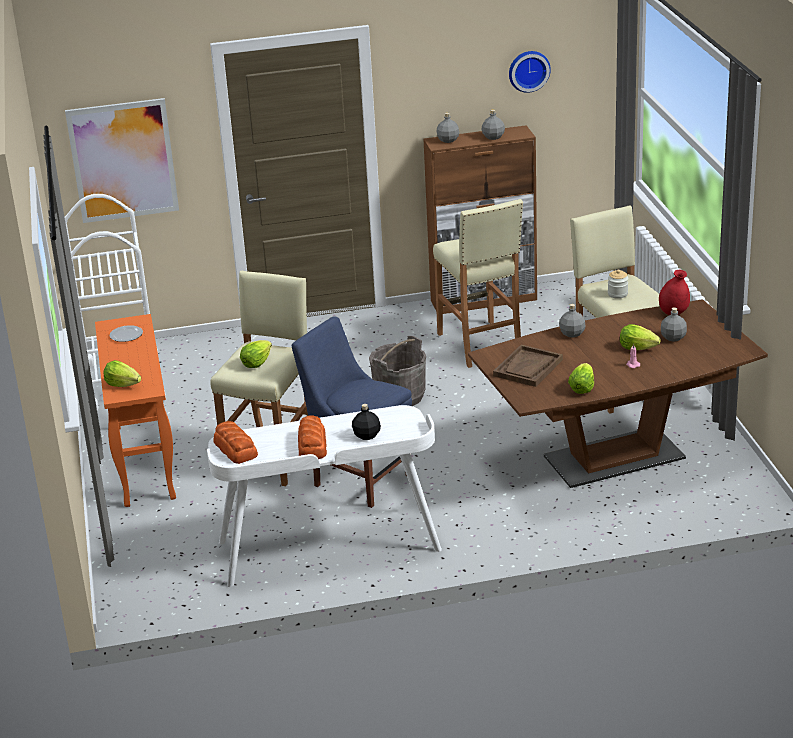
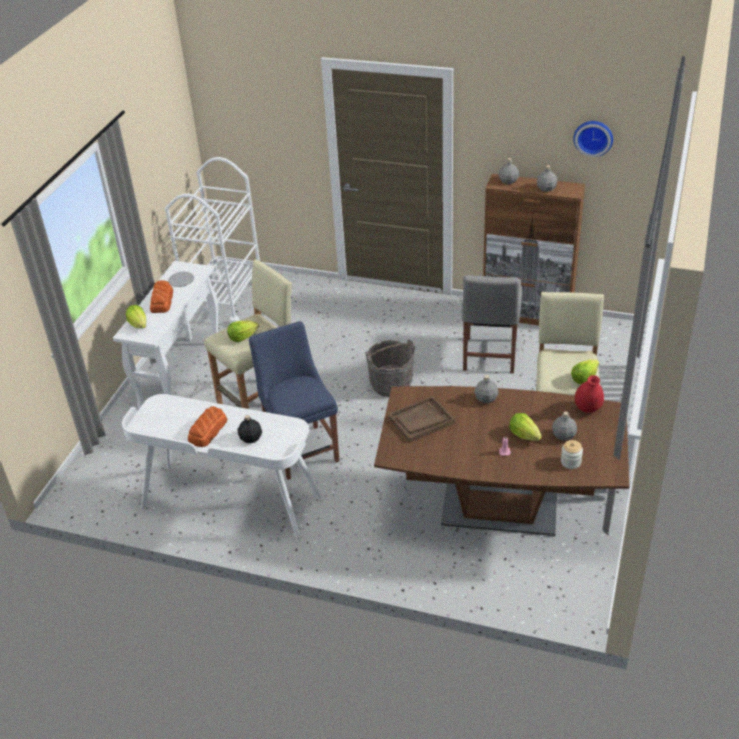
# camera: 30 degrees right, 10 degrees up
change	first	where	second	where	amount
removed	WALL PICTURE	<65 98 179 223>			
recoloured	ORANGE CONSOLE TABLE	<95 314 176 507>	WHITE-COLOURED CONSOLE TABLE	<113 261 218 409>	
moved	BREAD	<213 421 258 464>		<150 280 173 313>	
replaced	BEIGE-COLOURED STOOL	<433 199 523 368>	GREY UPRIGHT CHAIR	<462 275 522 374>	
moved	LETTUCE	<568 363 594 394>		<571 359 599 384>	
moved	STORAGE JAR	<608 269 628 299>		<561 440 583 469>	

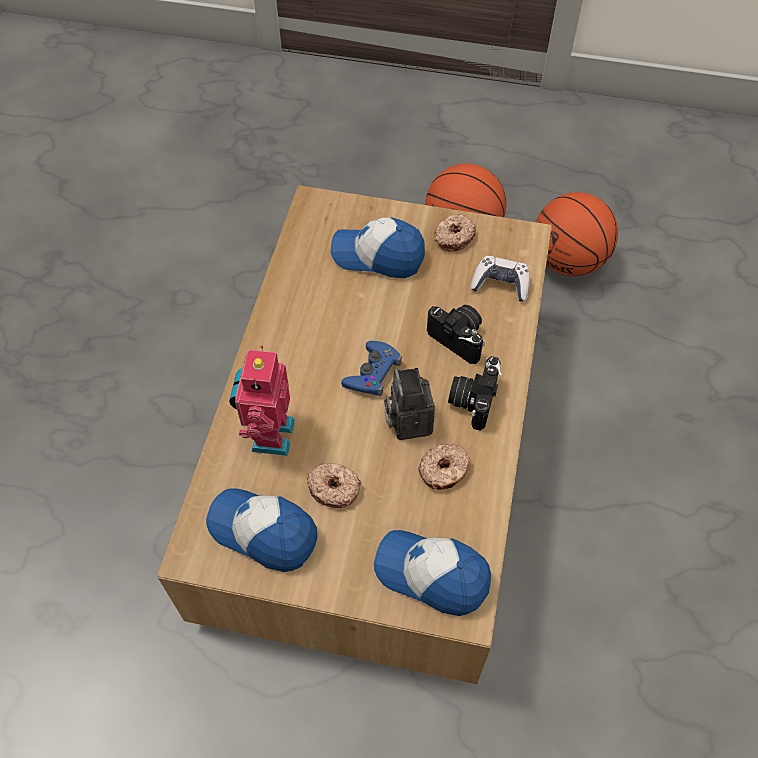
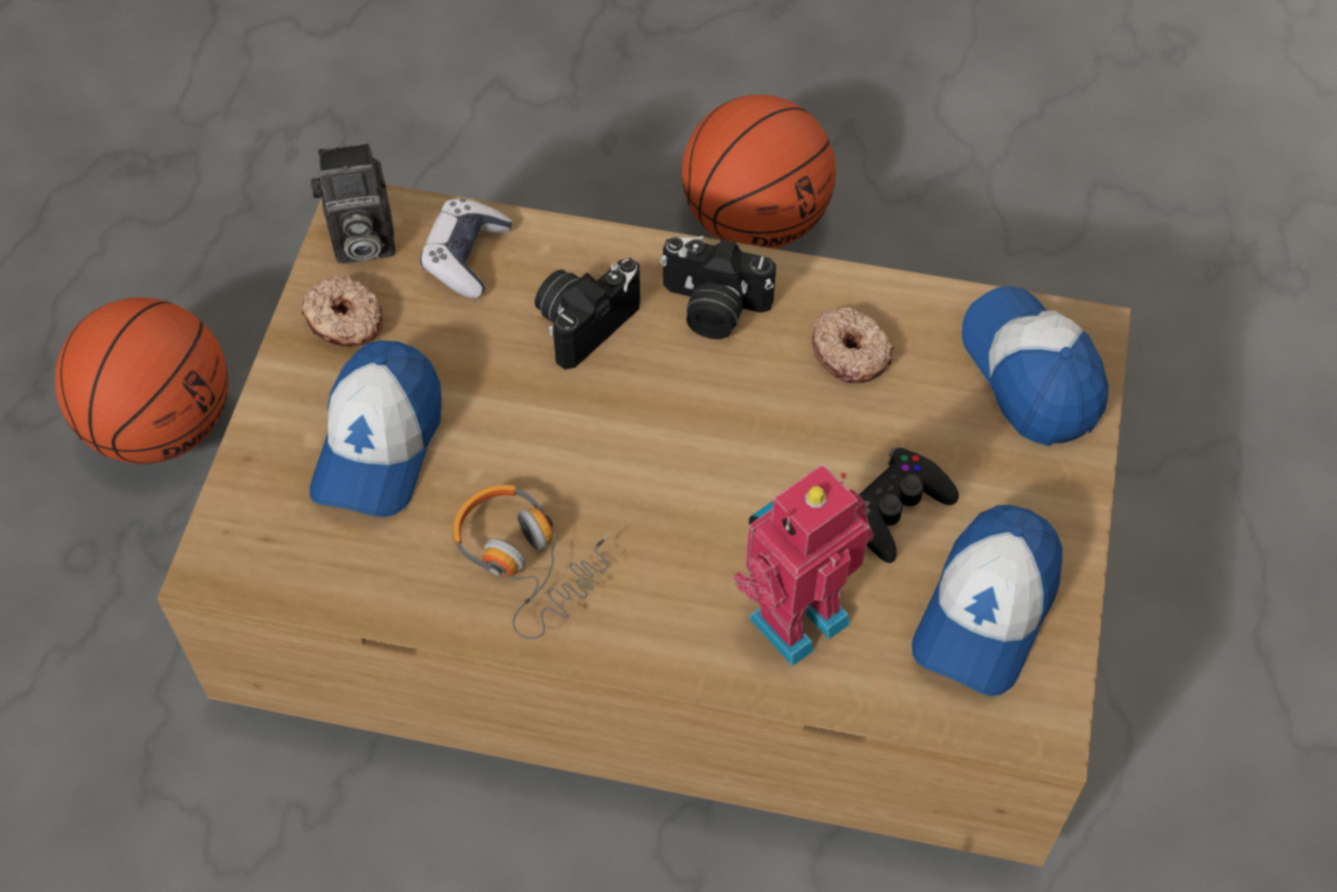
# camera: 90 degrees left, 0 degrees up
change	first	where	second	where	amount
turned	ROBOT FIGURE	<229 345 295 456>		<733 464 874 666>	135 degrees clockwise
replaced	DOUGHNUT	<307 464 361 508>	BLACK-COLOURED JOYPAD	<859 447 959 563>	
removed	BLUE-COLOURED JOYPAD	<341 341 402 396>			
turned	CAP	<374 530 491 616>		<962 286 1109 446>	135 degrees clockwise
moved	STILL CAMERA	<384 368 435 440>		<311 143 395 264>	
moved	BALL FOR BASKETBALL	<536 192 618 276>		<682 95 836 249>	
added			HEADPHONES	<453 485 609 639>	

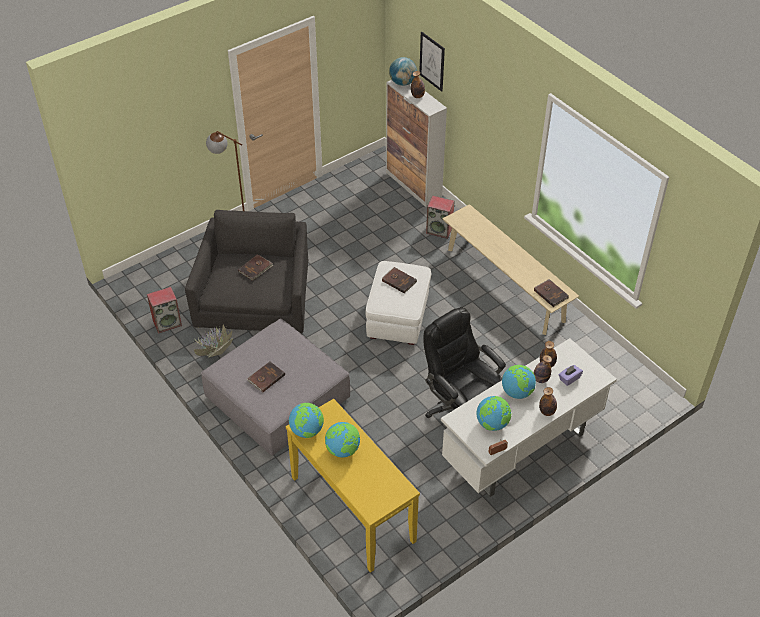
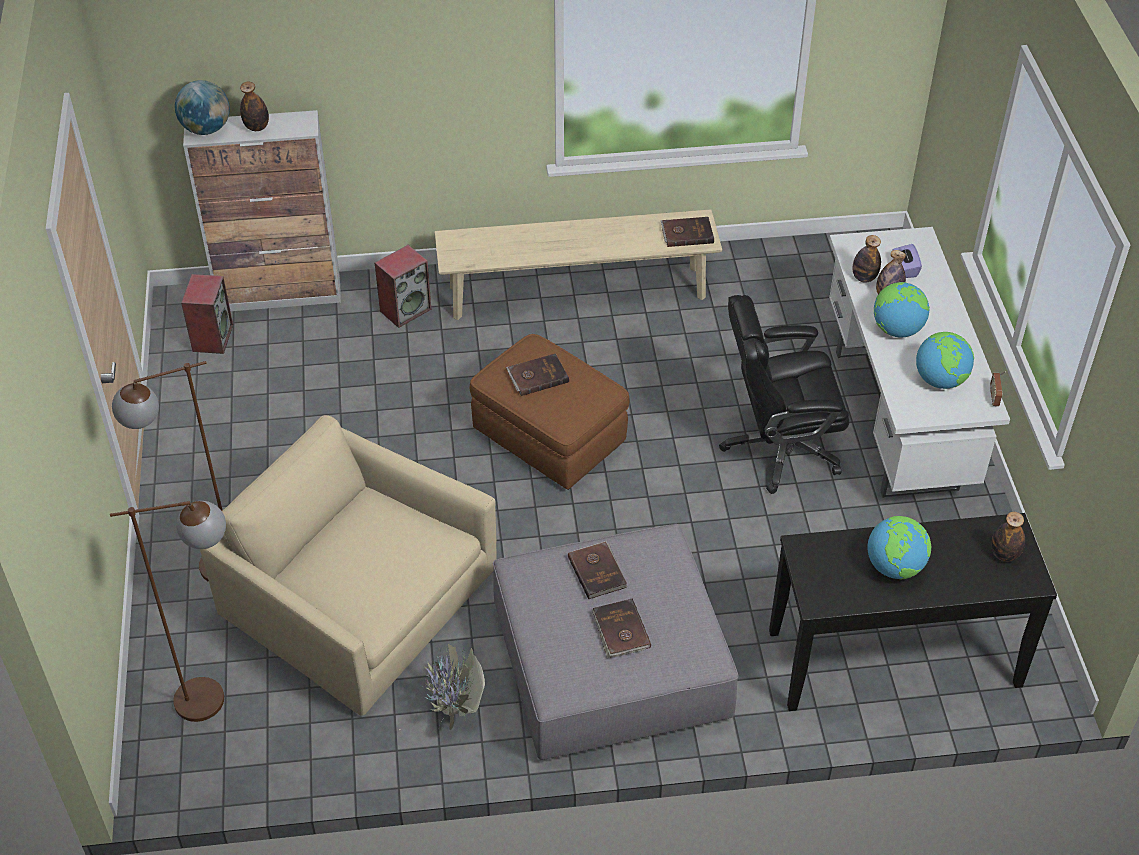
# camera: 60 degrees left, 0 degrees up
change	first	where	second	where	amount
moved	AUDIO SPEAKER	<147 287 182 334>		<181 274 233 354>	
recoloured	BLACK-COLOURED LOUNGE CHAIR	<185 210 308 333>	BEIGE-COLOURED LOUNGE CHAIR	<200 415 497 716>	
moved	BROWN BOOK	<238 254 274 281>		<568 541 627 599>	
recoloured	YELLOW CONSOLE TABLE	<286 399 420 573>	BLACK-COLOURED CONSOLE TABLE	<769 513 1057 711>	
removed	WORLD GLOBE	<289 403 324 438>			
recoloured	WHITE-COLOURED OTTOMAN	<365 261 431 345>	BROWN OTTOMAN	<470 334 630 490>	
removed	WALL PICTURE	<419 32 445 92>			
moved	BEVERAGE BOTTLE	<539 387 557 416>		<991 512 1025 562>	
added			BROWN STANDARD LAMP	<110 501 226 722>	

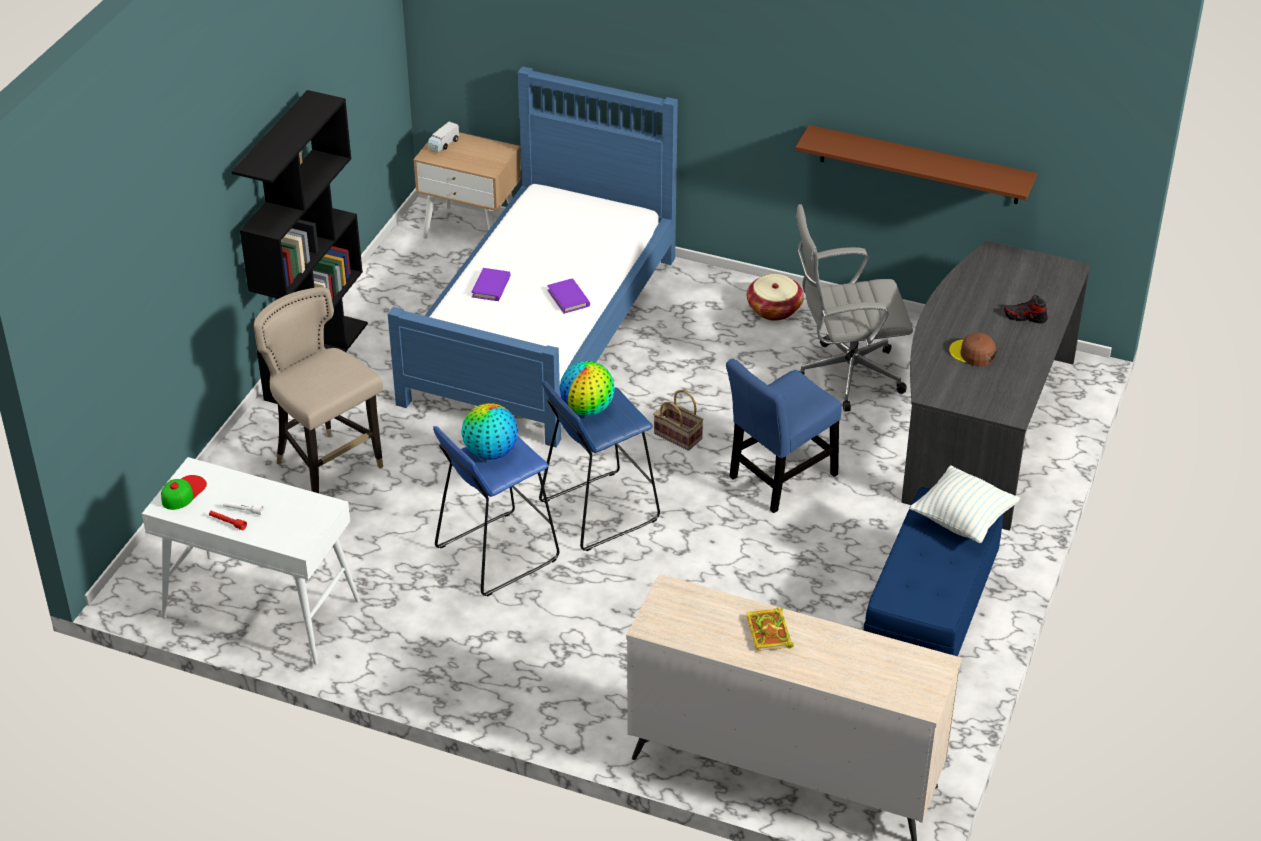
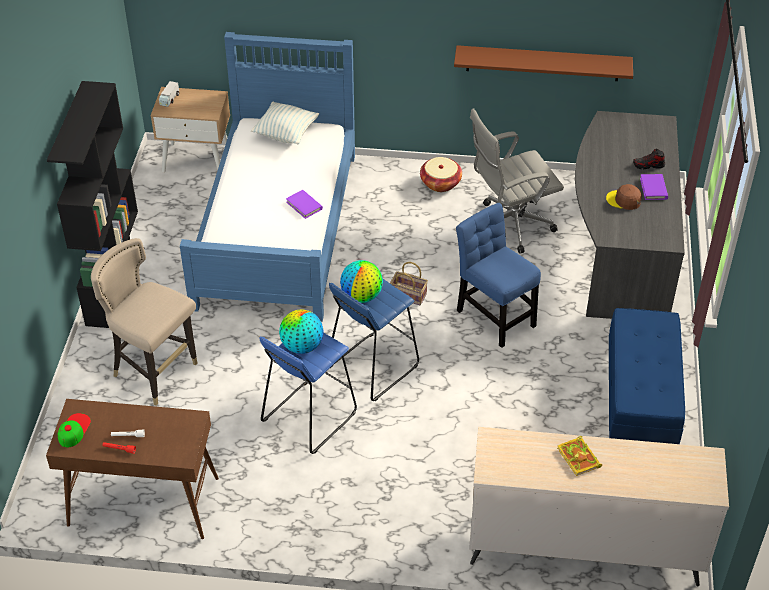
# camera: 15 degrees left, 5 degrees up
change	first	where	second	where	amount
recoloured	WHITE-COLOURED CONSOLE TABLE	<142 457 360 664>	BROWN CONSOLE TABLE	<46 399 219 539>	
moved	PURPLE-COLOURED BOOK	<471 268 511 301>		<640 174 668 200>	
turned	BLUE-COLOURED UPRIGHT CHAIR	<726 359 842 513>		<456 203 541 348>	105 degrees clockwise
moved	CUSHION	<909 465 1020 543>		<251 102 319 144>	

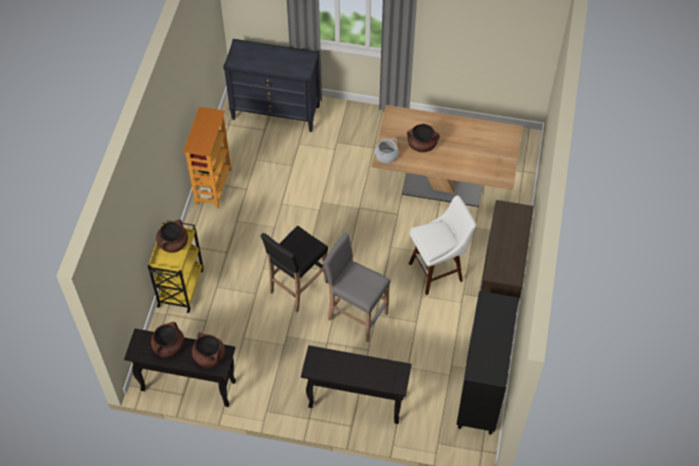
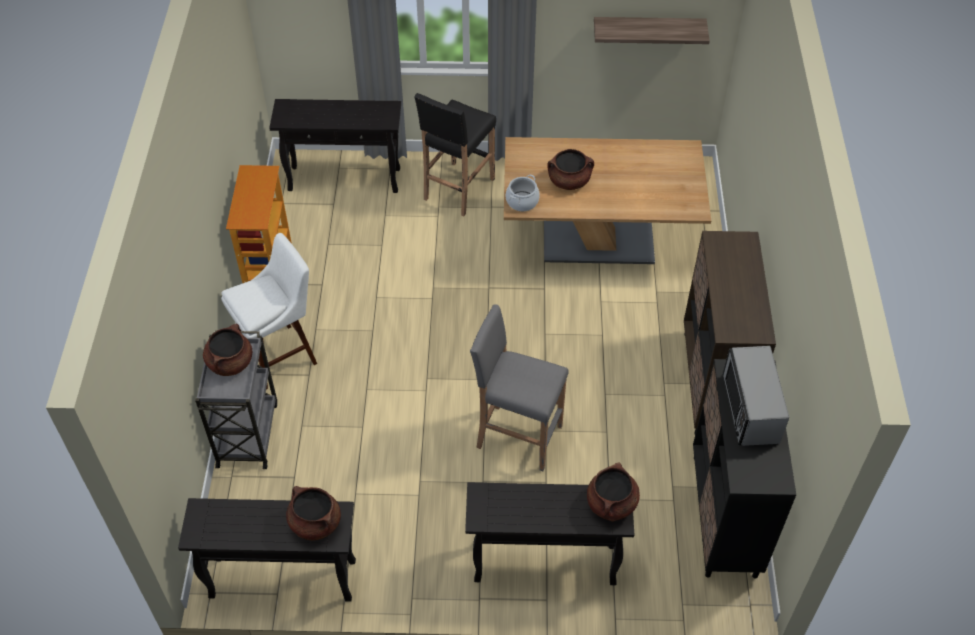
# camera: 10 degrees left, 5 degrees down
change	first	where	second	where	amount
recoloured	YELLOW TROLLEY	<148 220 203 313>	GREY TROLLEY	<195 331 277 469>	
moved	BROWN STOCKPOT	<151 322 184 358>		<587 462 640 521>	
replaced	BLACK-COLOURED DRESSER	<223 39 320 132>	BLACK-COLOURED CONSOLE TABLE	<269 99 401 193>	
moved	BLACK-COLOURED STOOL	<261 226 328 312>		<414 93 496 216>	
moved	WHITE-COLOURED STOOL	<409 195 476 295>		<221 233 317 389>	
added			SHELF	<594 17 710 44>	
added			MICROWAVE	<722 346 789 446>	

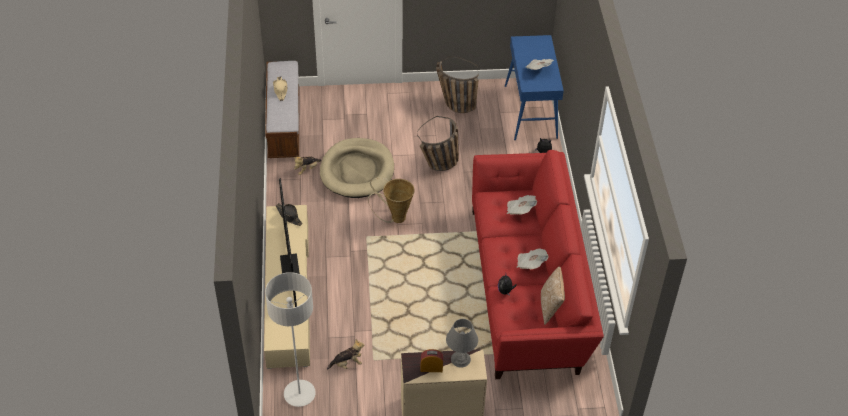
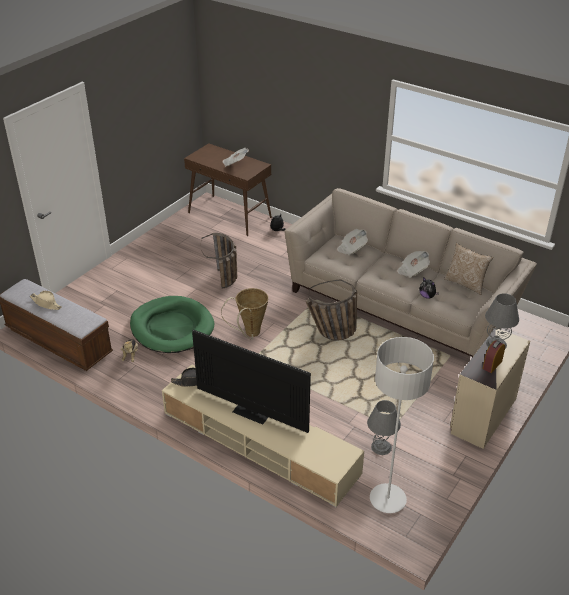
# camera: 50 degrees left, 10 degrees down
change	first	where	second	where	amount
recoloured	BEIGE-COLOURED PET BED	<320 138 394 198>	GREENISH PET BED	<130 296 214 353>	
replaced	CUDDLY TOY	<327 339 365 370>	GREY TABLETOP LAMP	<367 400 401 455>	
moved	BASKET	<436 57 479 113>		<306 279 357 341>	
recoloured	REDDISH SOFA	<472 150 604 379>	BEIGE-COLOURED SOFA	<285 188 537 357>	
recoloured	BLUE-COLOURED CONSOLE TABLE	<505 35 564 140>	BROWN CONSOLE TABLE	<184 143 272 236>	

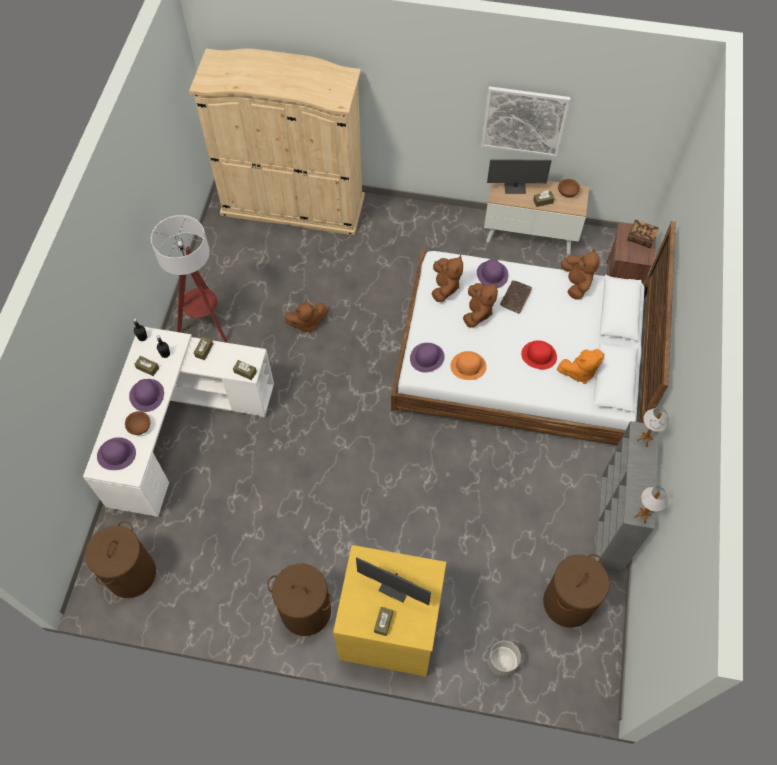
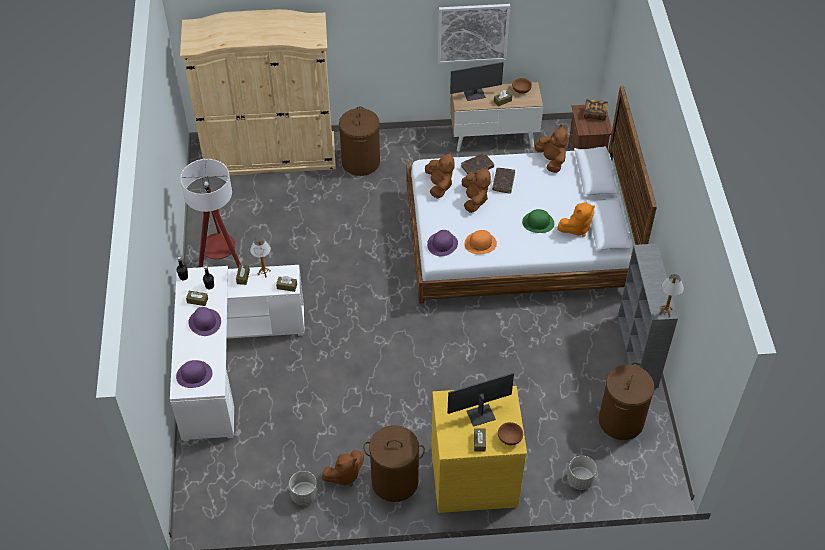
# camera: 15 degrees left, 10 degrees down
change	first	where	second	where	amount
moved	BROWN WASHING BASKET	<85 521 156 598>		<339 106 380 176>	
moved	BROWN DEEP DISH	<125 411 150 435>		<498 422 523 445>	
moved	BROWN CUDDLY TOY	<285 302 328 334>		<321 450 364 486>	
turned	COMPUTER DISPLAY	<356 558 431 605>		<447 373 514 427>	150 degrees clockwise
replaced	PURPLE-COLOURED HAT	<477 259 508 288>	BROWN BOOK	<461 153 494 174>	
recoloured	REDDISH HAT	<521 340 557 369>	GREENISH HAT	<522 209 554 233>	
moved	TABLETOP LAMP	<637 407 669 447>		<250 237 271 278>	
added			GREY PLANTER	<289 471 318 506>	

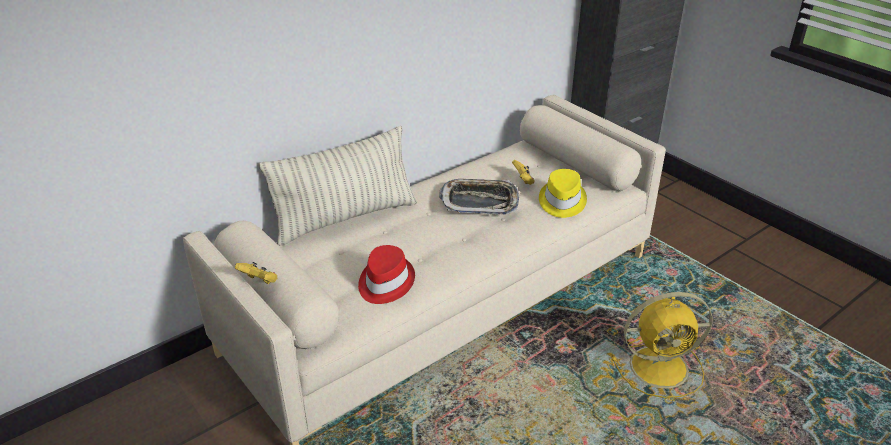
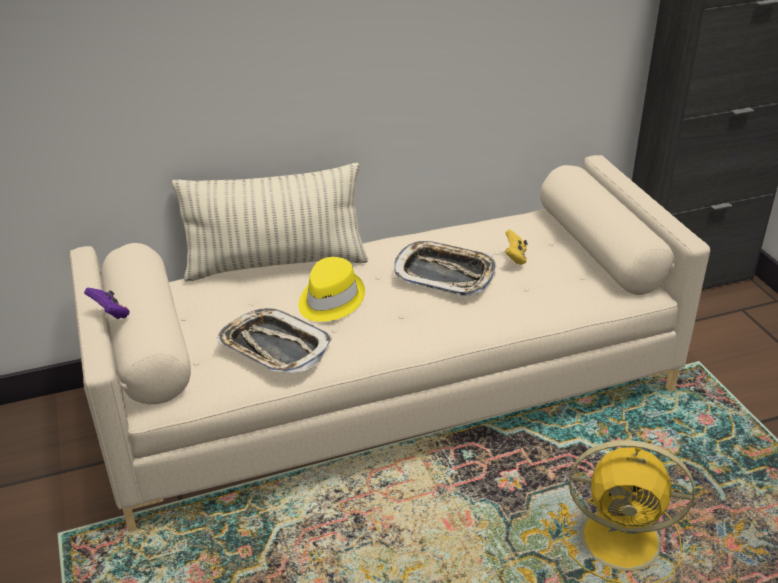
# camera: 20 degrees right, 0 degrees up
change	first	where	second	where	amount
recoloured	YELLOW JOYPAD	<235 262 278 284>	PURPLE-COLOURED JOYPAD	<84 288 130 319>	
replaced	REDDISH HAT	<358 245 415 304>	CARRYING TRAY	<216 308 333 373>	
moved	YELLOW HAT	<539 169 587 218>		<299 257 365 322>	

